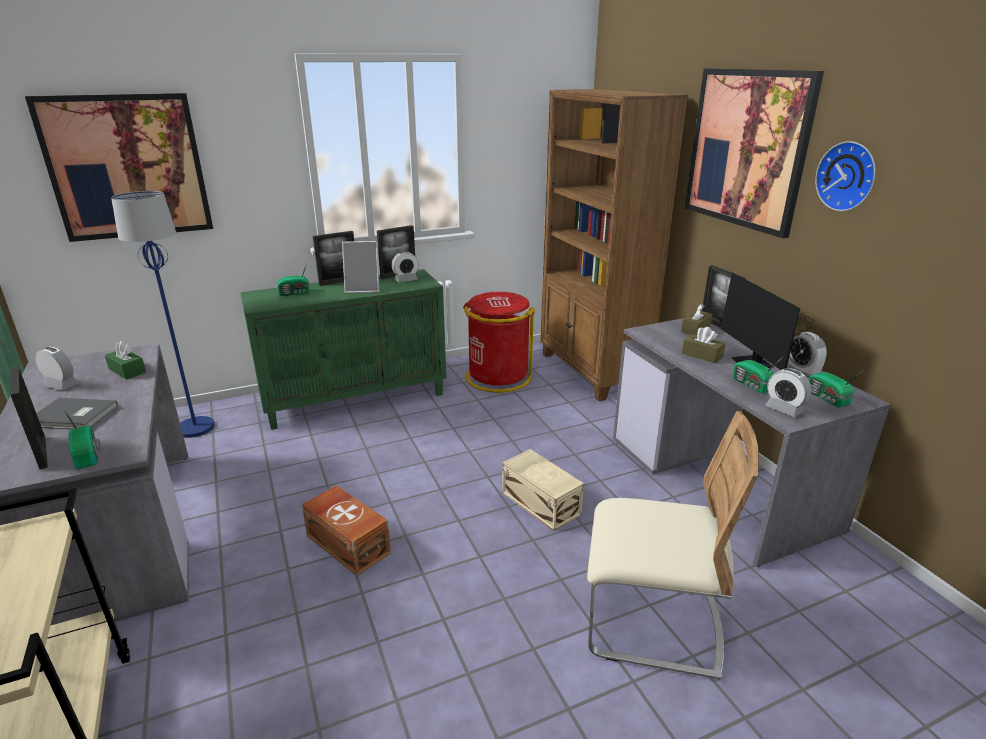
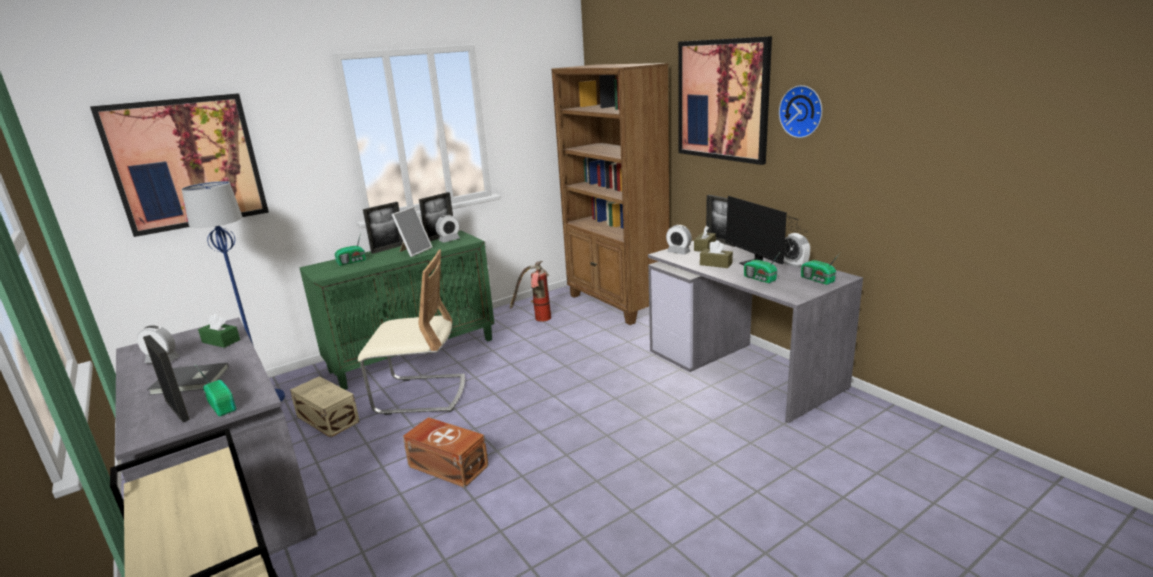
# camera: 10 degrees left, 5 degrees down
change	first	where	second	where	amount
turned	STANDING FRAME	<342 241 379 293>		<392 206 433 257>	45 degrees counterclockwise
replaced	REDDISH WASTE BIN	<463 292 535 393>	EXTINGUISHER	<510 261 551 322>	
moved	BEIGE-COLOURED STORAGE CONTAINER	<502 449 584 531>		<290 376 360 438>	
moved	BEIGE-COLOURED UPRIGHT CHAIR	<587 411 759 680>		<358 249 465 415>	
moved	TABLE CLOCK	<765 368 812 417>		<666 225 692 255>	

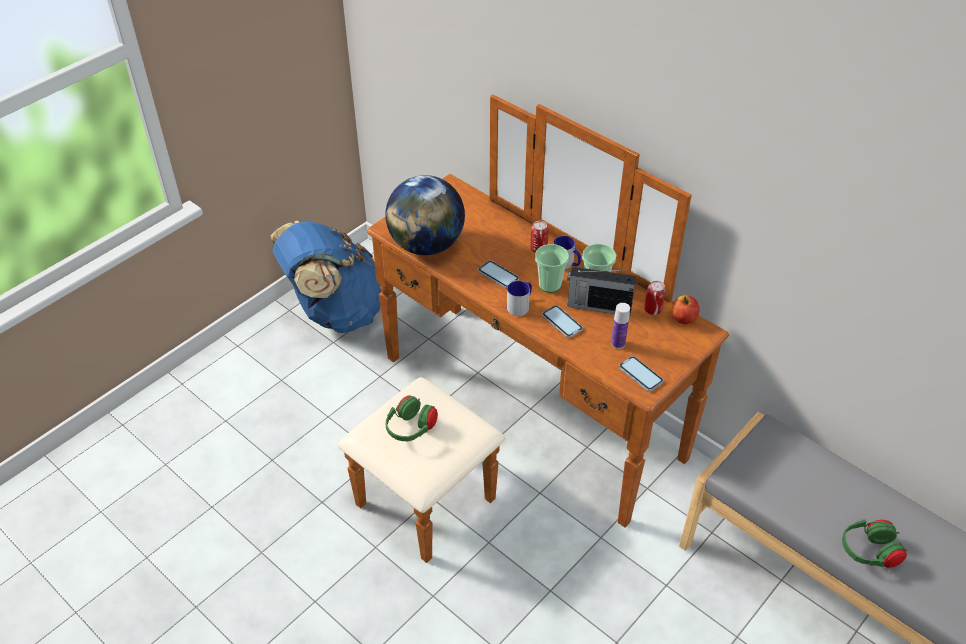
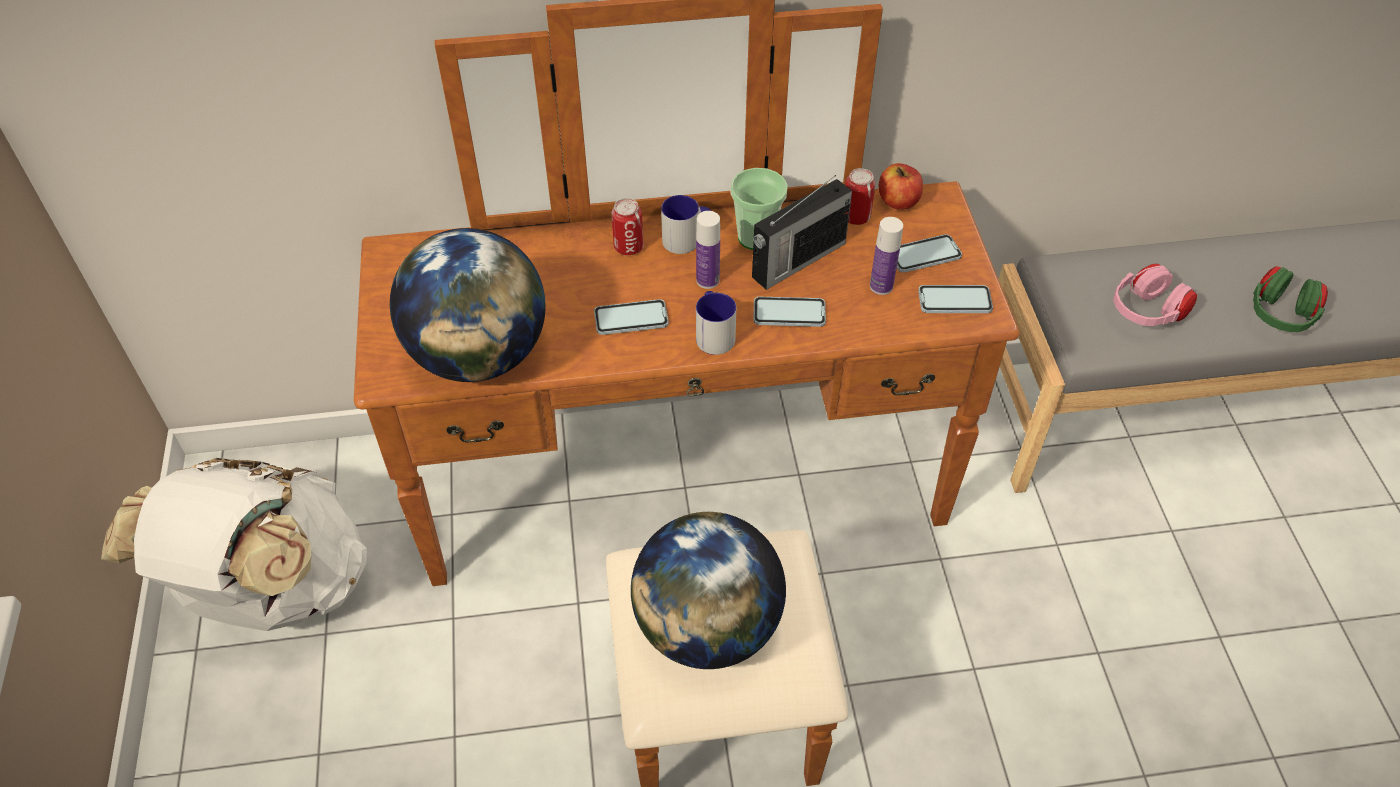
# camera: 50 degrees left, 5 degrees up
change	first	where	second	where	amount
recoloured	BLUE-COLOURED BACKPACK	<271 221 381 333>	WHITE-COLOURED BACKPACK	<101 458 367 631>	
replaced	GREENISH HEADPHONES	<386 396 438 441>	WORLD GLOBE	<631 512 786 669>	
replaced	CUP	<535 244 569 293>	BEVERAGE BOTTLE	<696 211 720 289>	
added			PHONE	<897 234 962 273>	
added			PINK-COLOURED HEADPHONES	<1113 263 1197 326>	

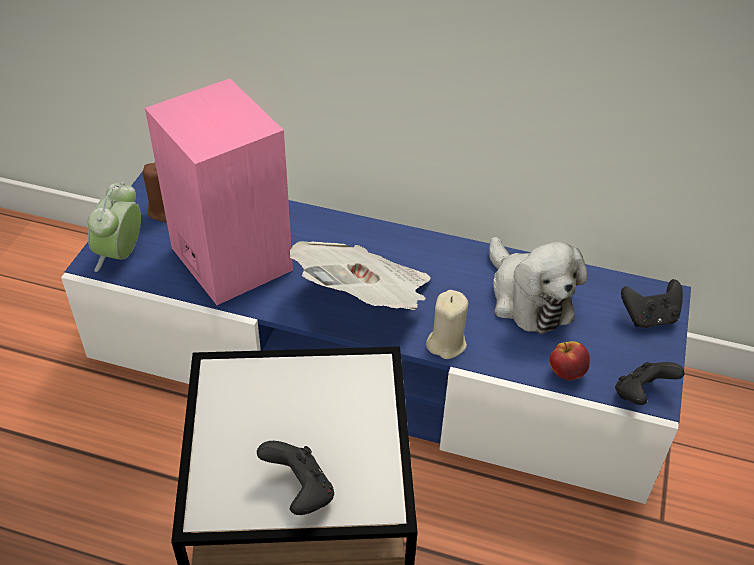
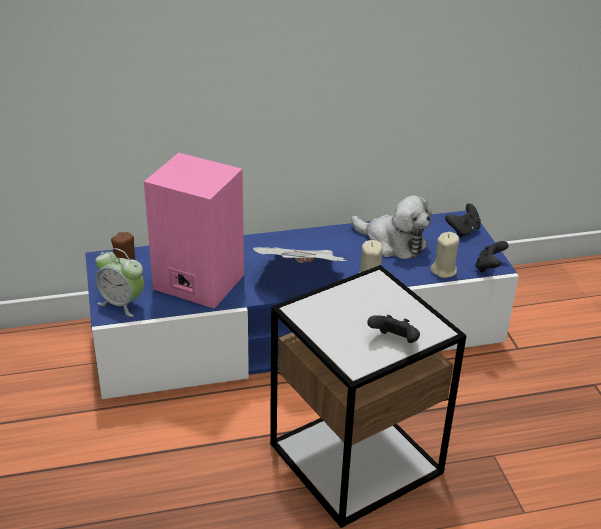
# camera: 30 degrees left, 10 degrees down
change	first	where	second	where	amount
turned	TABLE CLOCK	<88 182 141 272>		<95 248 144 317>	45 degrees counterclockwise
replaced	APPLE	<549 341 590 380>	BEIGE-COLOURED WAX CANDLE	<430 232 459 278>	

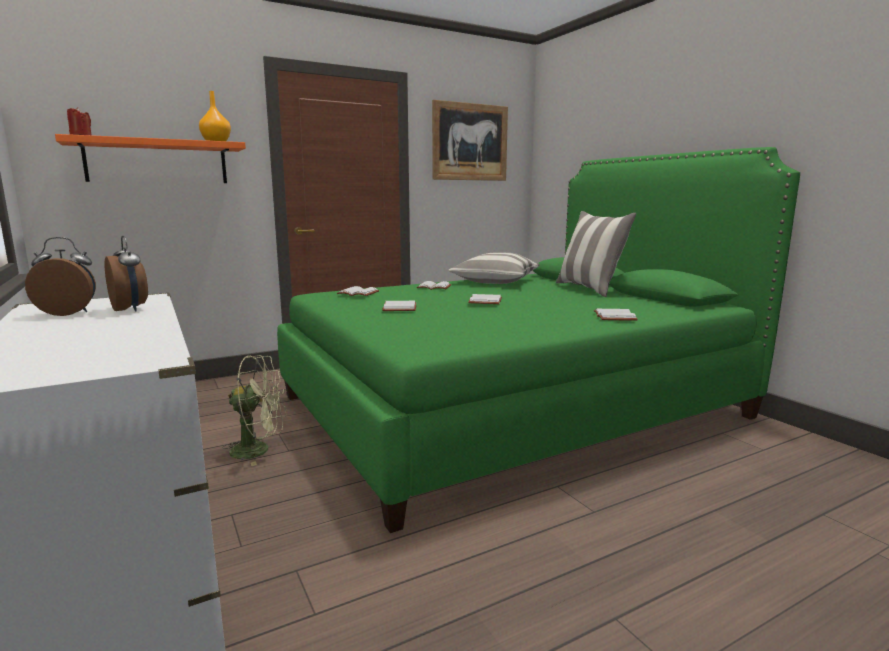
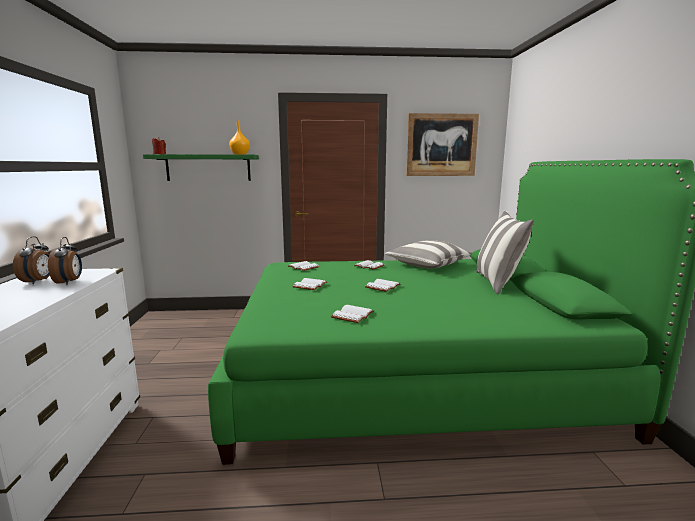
# camera: 25 degrees right, 0 degrees up
change	first	where	second	where	amount
turned	TABLE CLOCK	<25 237 96 316>		<13 237 50 284>	75 degrees clockwise
recoloured	ORANGE SHELF	<55 134 246 183>	GREENISH SHELF	<143 154 259 181>	
removed	GREENISH FAN	<222 355 286 466>			
moved	WHITE-COLOURED BOOK	<594 309 638 321>		<331 305 374 323>	

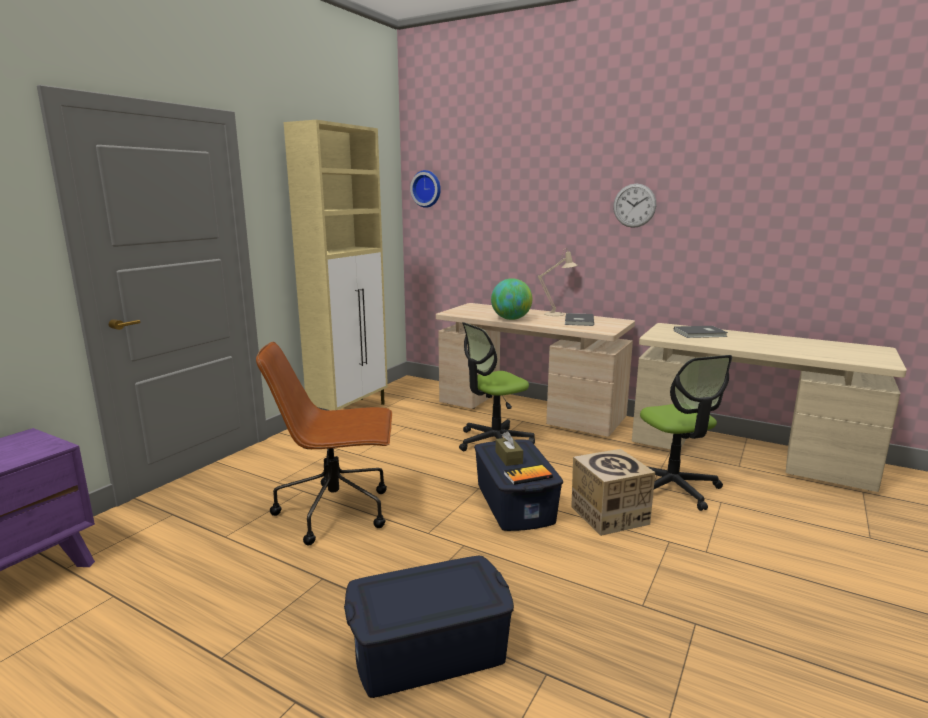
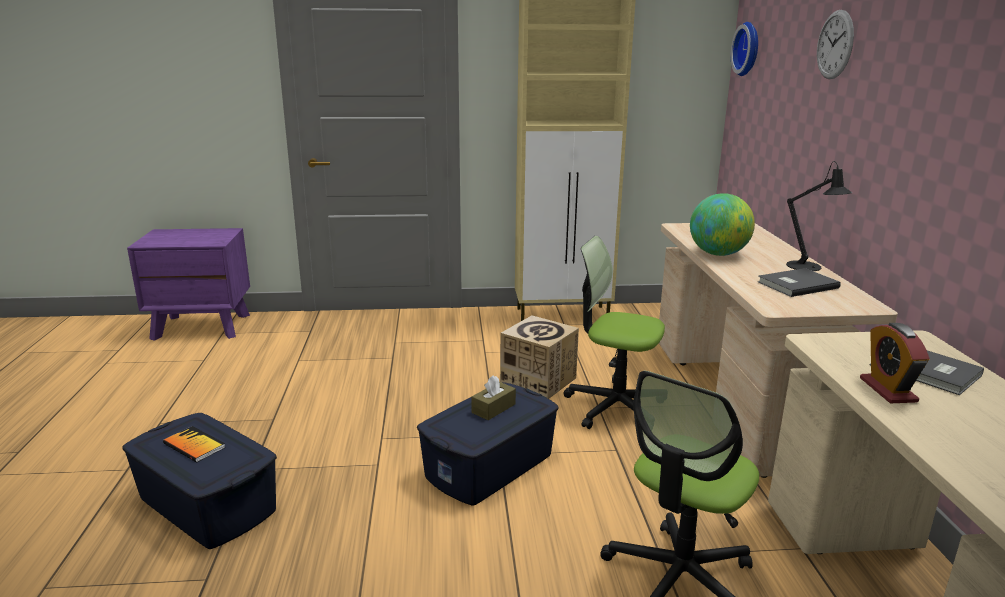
# camera: 55 degrees right, 5 degrees up
change	first	where	second	where	amount
removed	BROWN COMPUTER CHAIR	<256 342 392 545>			
moved	BOOK	<504 464 553 485>		<163 426 226 462>	
recoloured	BEIGE-COLOURED TABLETOP LAMP	<538 248 577 316>	BLACK-COLOURED TABLETOP LAMP	<786 161 852 271>	
moved	PACKING BOX	<571 449 655 536>		<500 315 579 399>	
moved	WALL CLOCK	<613 184 656 228>		<817 10 854 79>	
added			TABLE CLOCK	<860 323 930 403>	

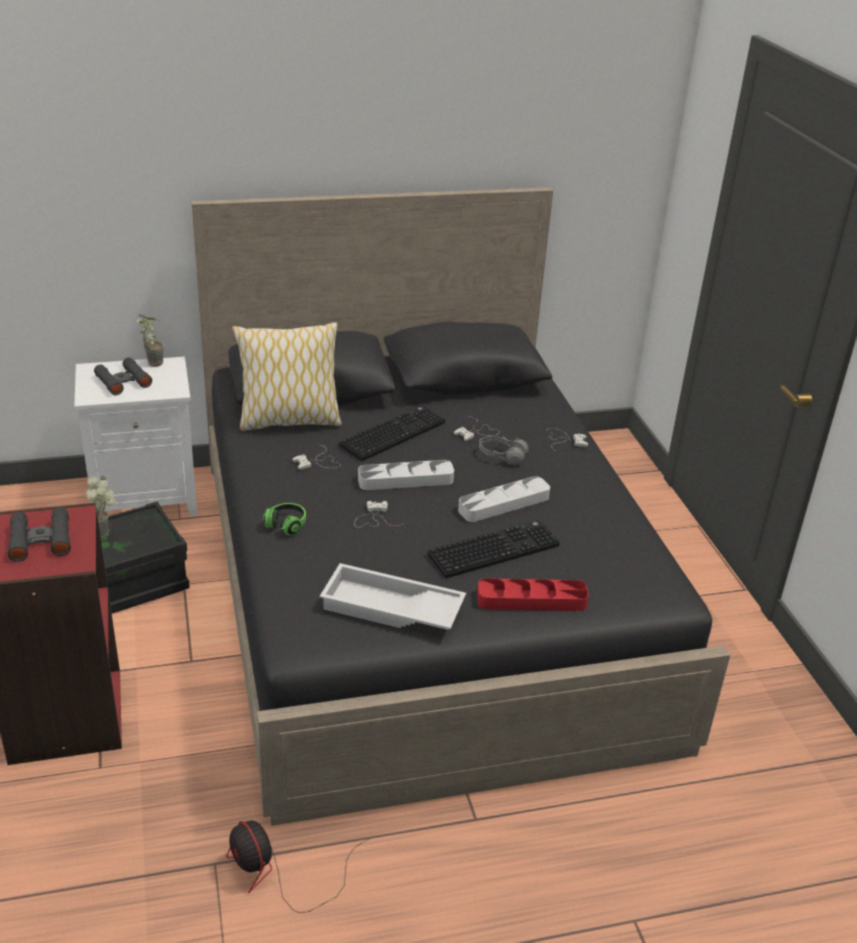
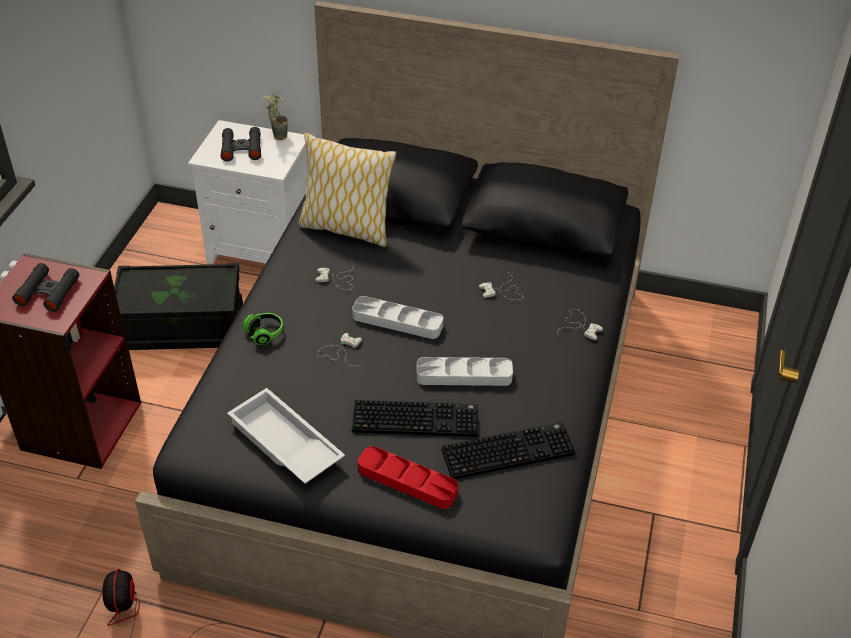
# camera: 30 degrees right, 10 degrees up
change	first	where	second	where	amount
removed	PLANT IN A POT	<86 476 115 538>			
moved	KEYBOARD	<339 405 445 461>		<442 422 576 479>	
removed	GREY HEADPHONES	<479 436 529 465>			

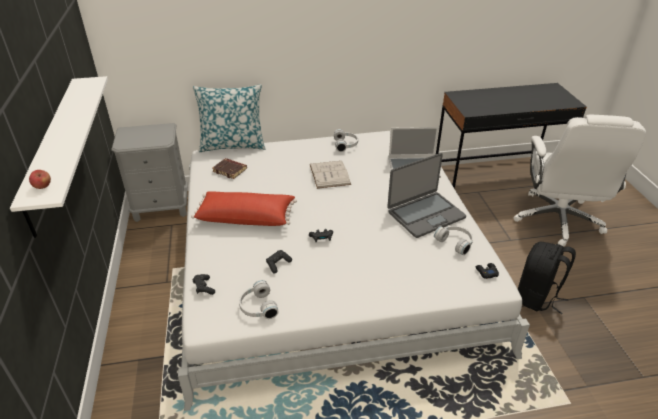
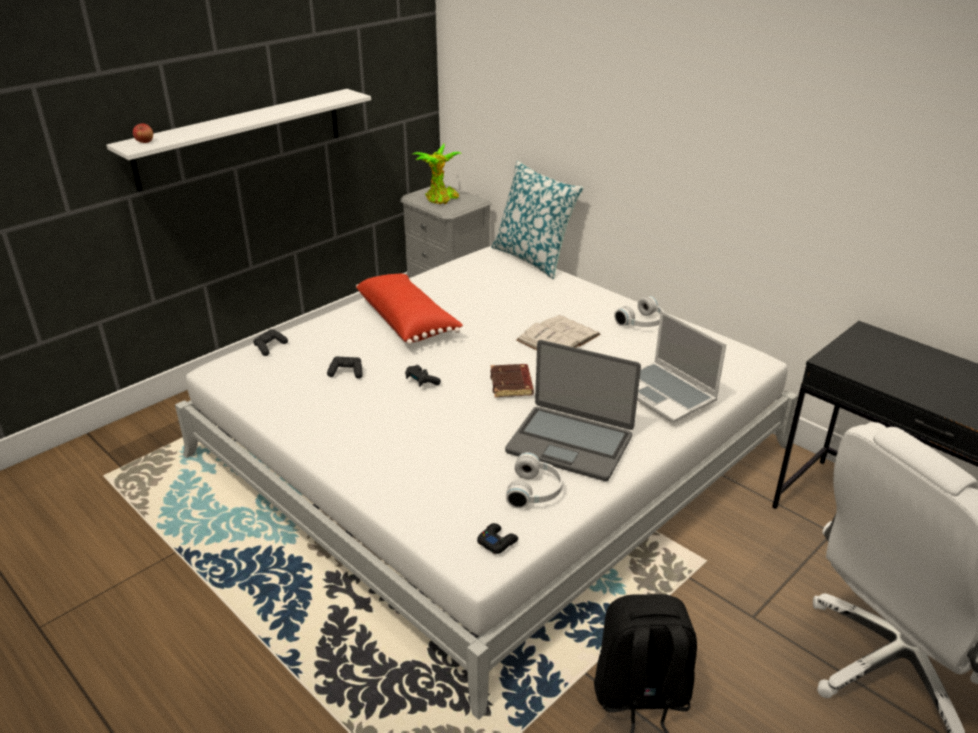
# camera: 55 degrees right, 5 degrees down
change	first	where	second	where	amount
moved	BROWN BOOK	<212 158 247 179>		<490 364 534 397>	
removed	WHITE-COLOURED HEADPHONES	<239 280 279 319>			
added			PLANT IN A POT	<413 144 462 204>	

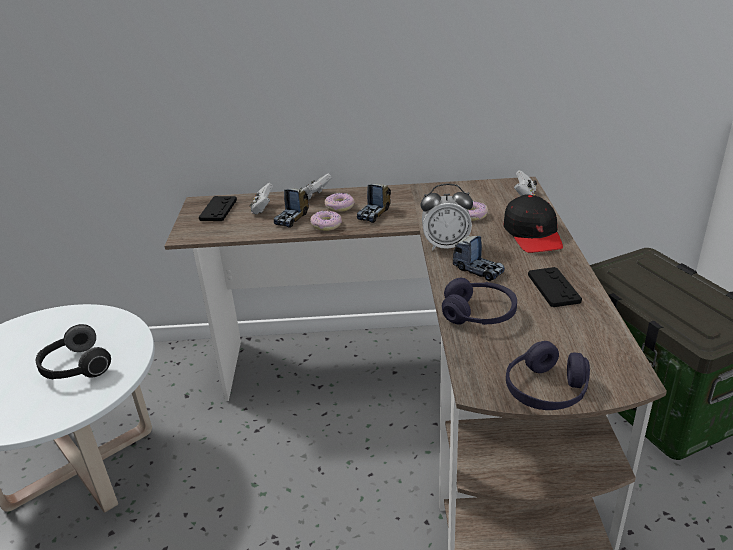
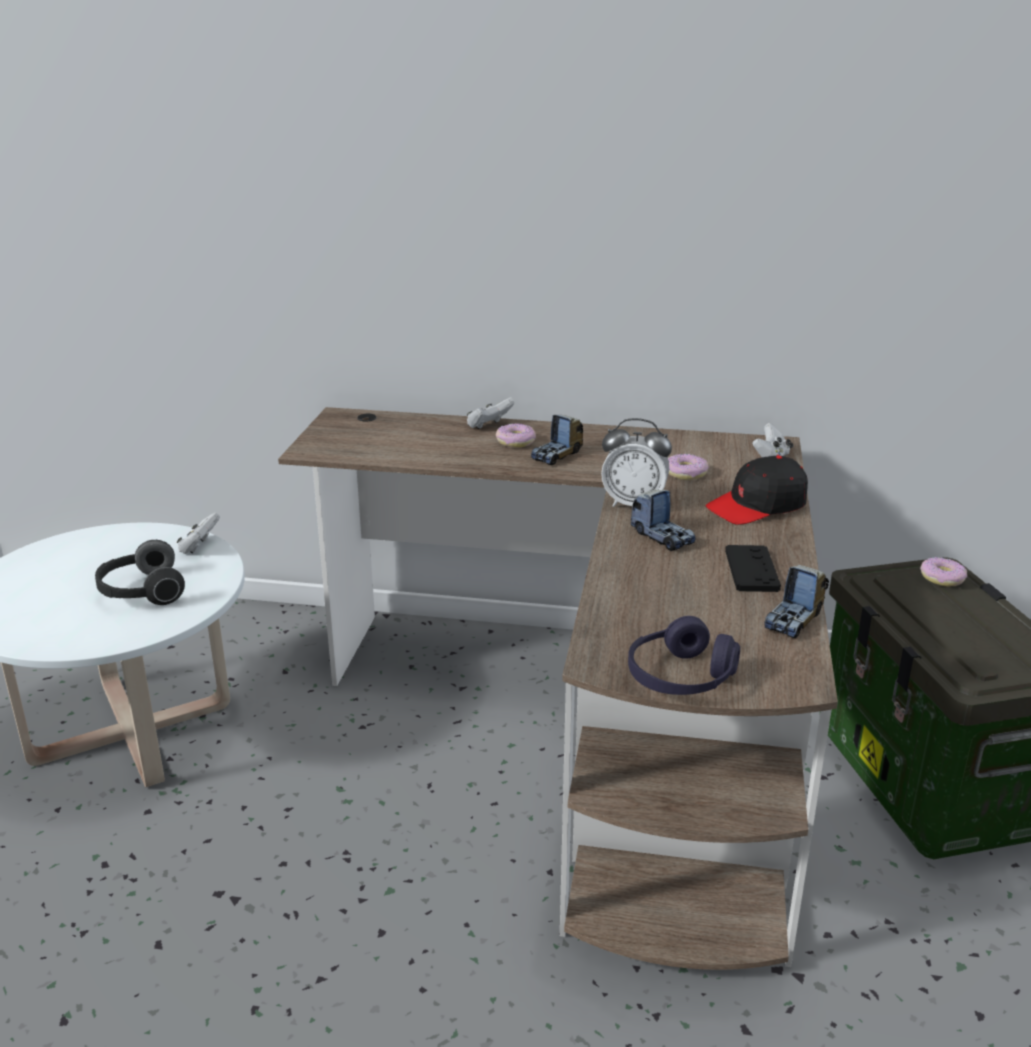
# camera: 10 degrees right, 5 degrees down
change	first	where	second	where	amount
removed	BLACK-COLOURED JOYPAD	<199 196 237 221>			
moved	WHITE-COLOURED JOYPAD	<250 183 273 214>		<177 513 220 554>	
moved	MODEL TRUCK	<274 188 309 228>		<764 565 829 638>	
moved	DOUGHNUT	<310 211 342 231>		<920 557 967 587>	
removed	PURPLE-COLOURED HEADPHONES	<442 278 517 325>			
turned	BLACK-COLOURED CAP	<504 194 563 253>		<706 456 808 525>	60 degrees clockwise

